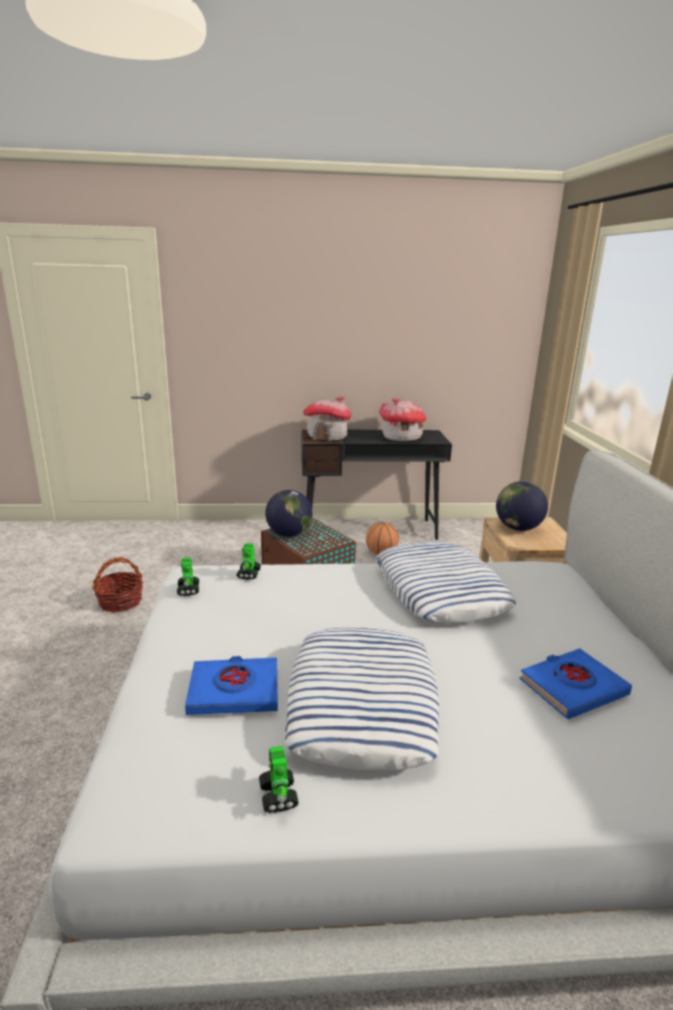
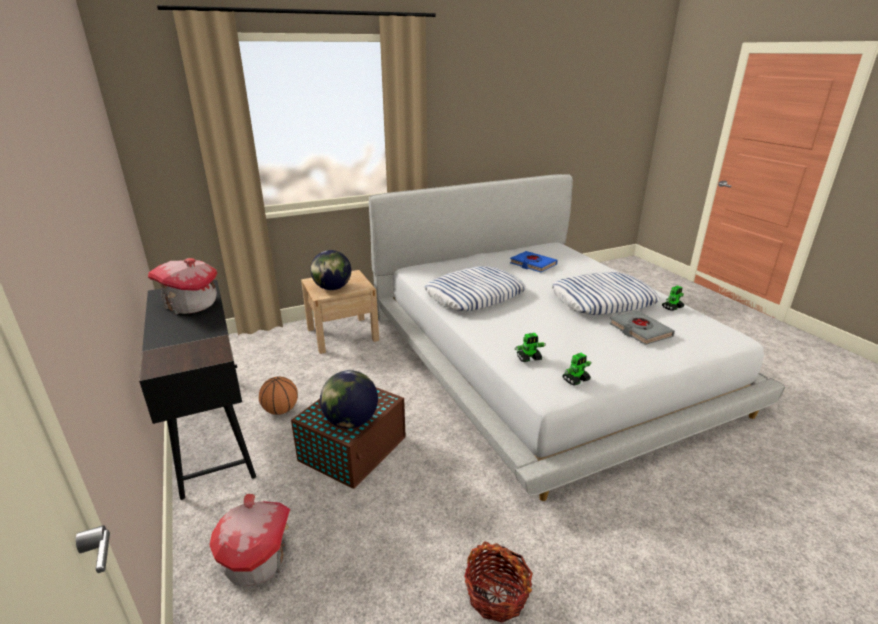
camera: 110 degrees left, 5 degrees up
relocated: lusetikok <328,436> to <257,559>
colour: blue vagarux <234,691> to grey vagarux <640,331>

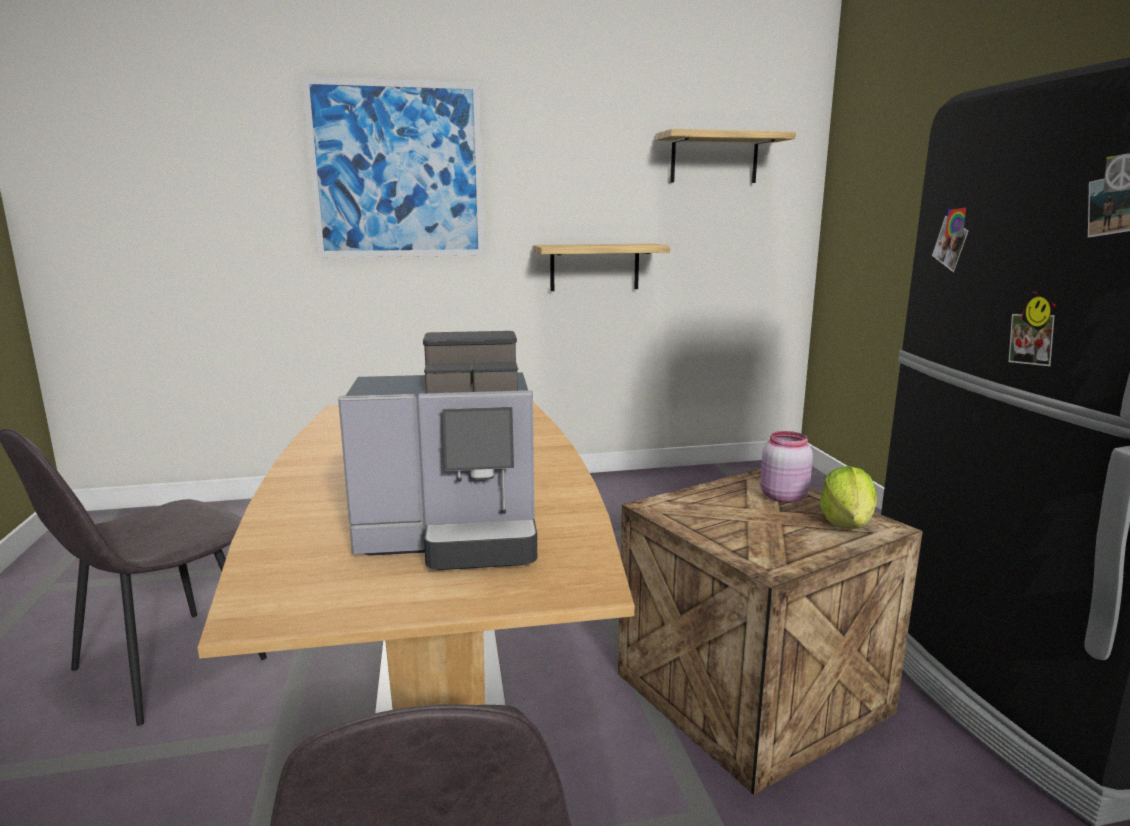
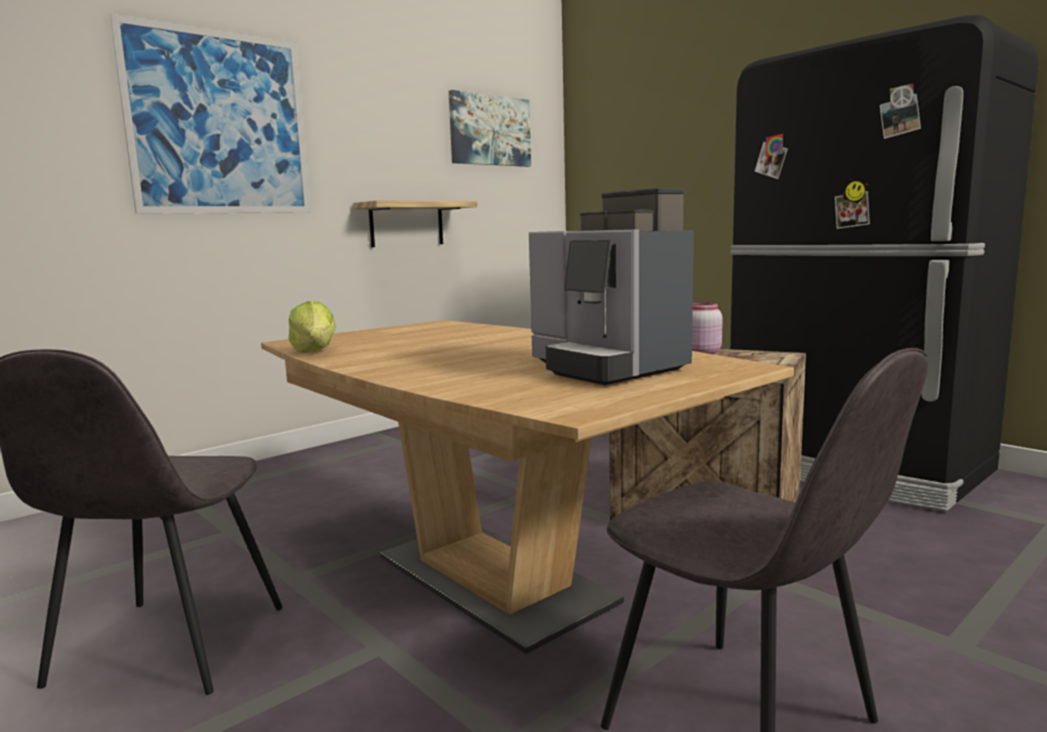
camera: 30 degrees left, 5 degrees down
relocated: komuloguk <847,523> to <314,351>
exchanged: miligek <714,158> to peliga <490,130>
spun: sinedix <454,538> = <606,368> 90 degrees clockwise

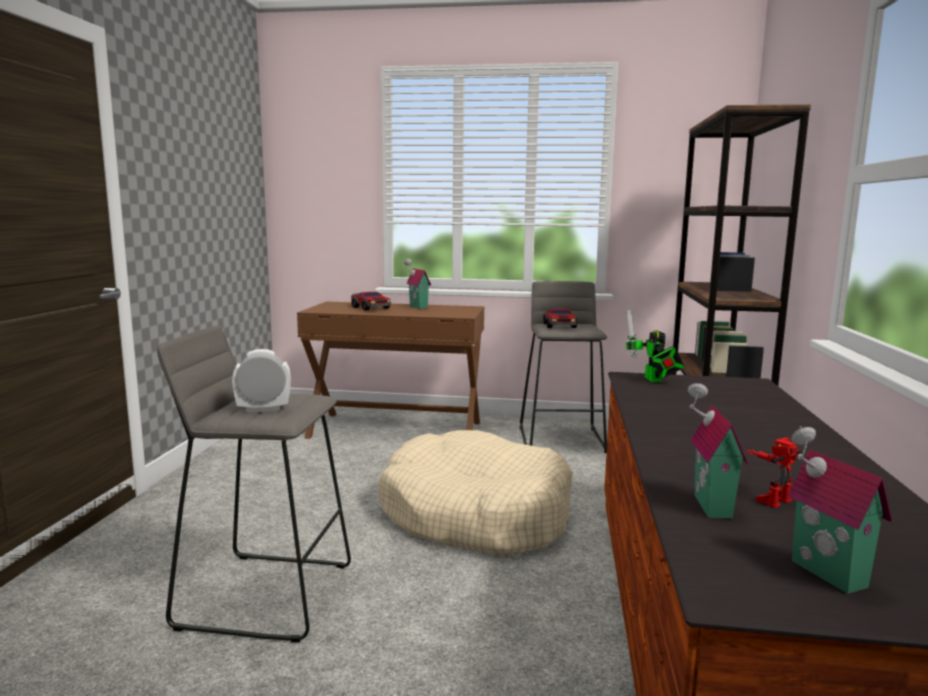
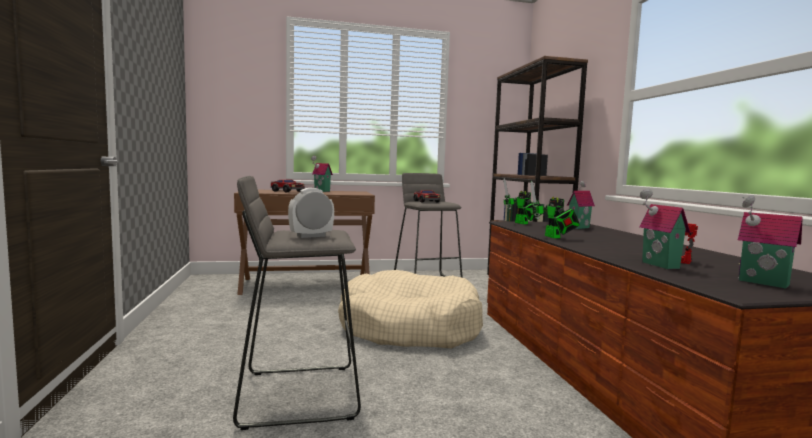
camera: 20 degrees left, 5 degrees down
appeared: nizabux <554,237>; lusetikok <577,227>

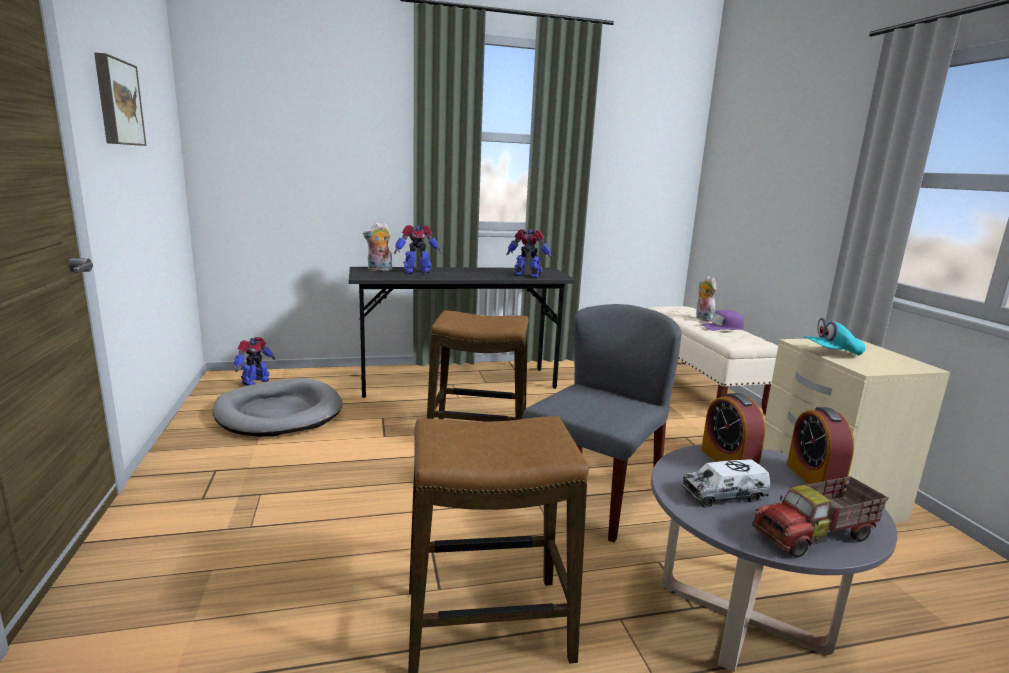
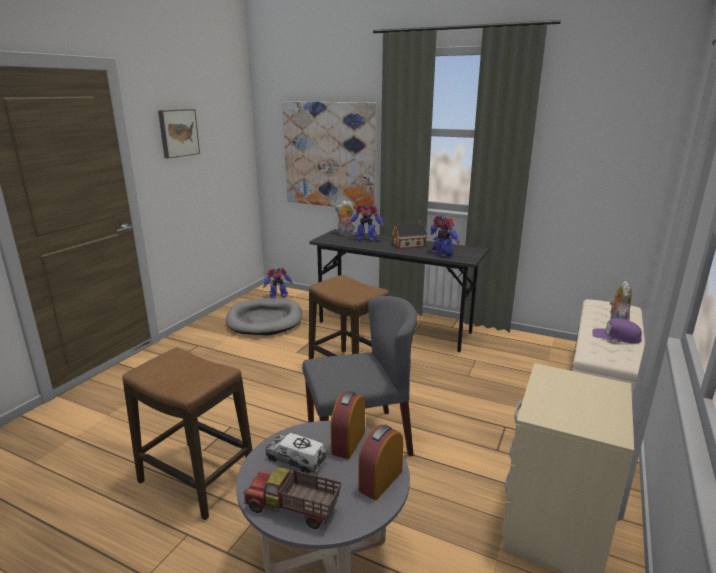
camera: 40 degrees right, 5 degrees up
missing: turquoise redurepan <831,353>
appeared: peliga <329,155>; lusetikok <410,245>

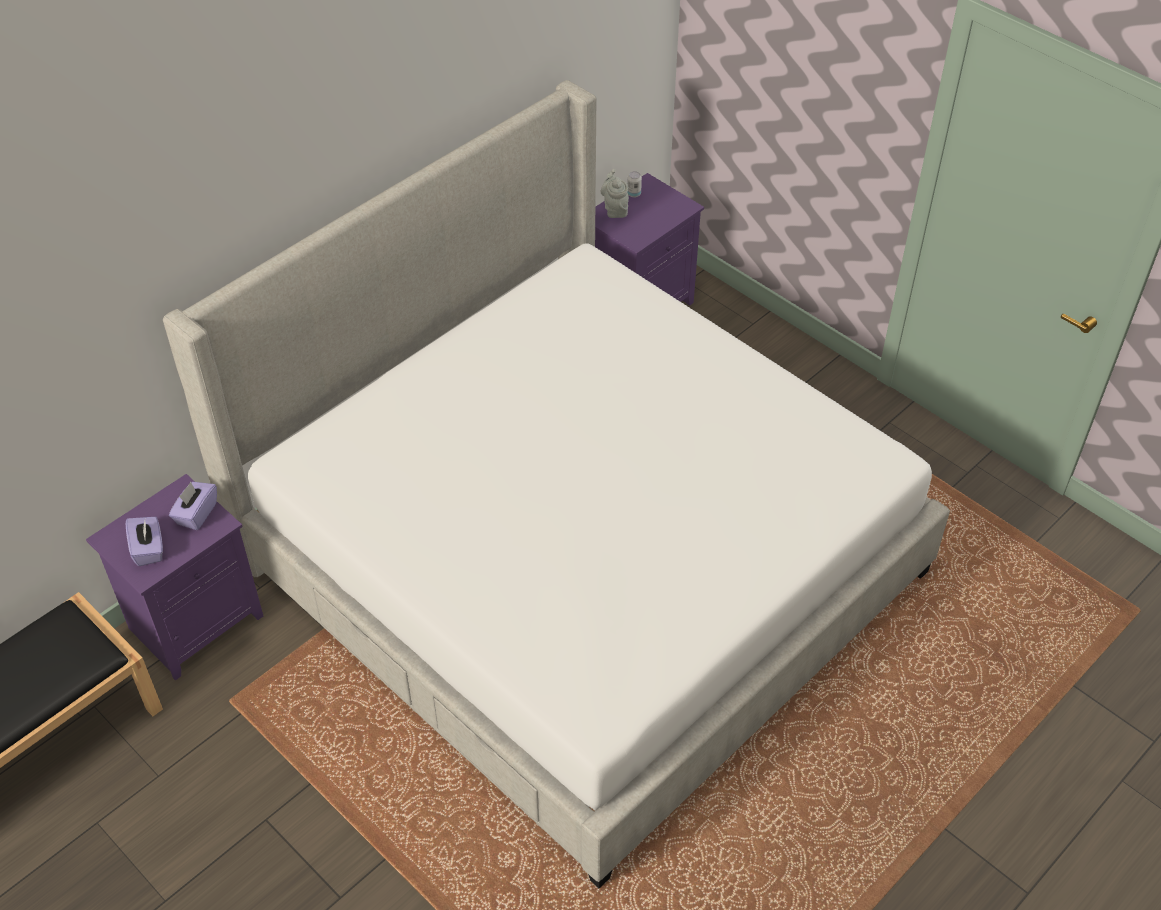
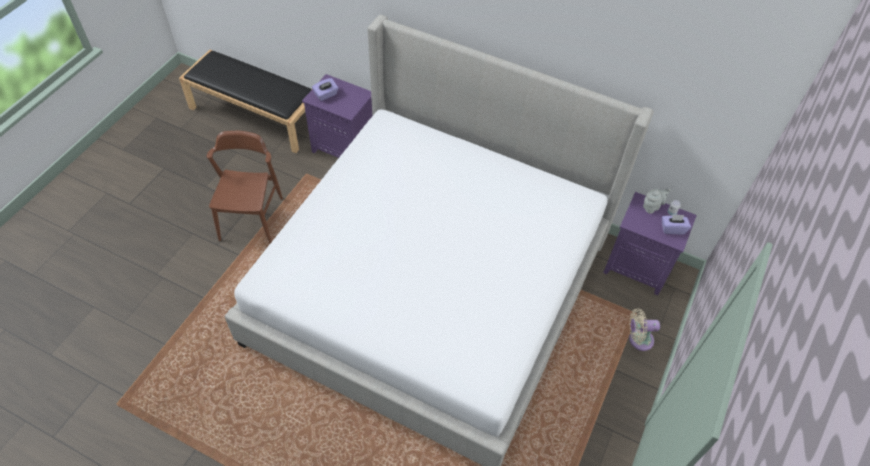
camera: 70 degrees right, 5 degrees up
appeared: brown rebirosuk <251,218>; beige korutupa <638,339>
relocated: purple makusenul <196,514> to <672,229>

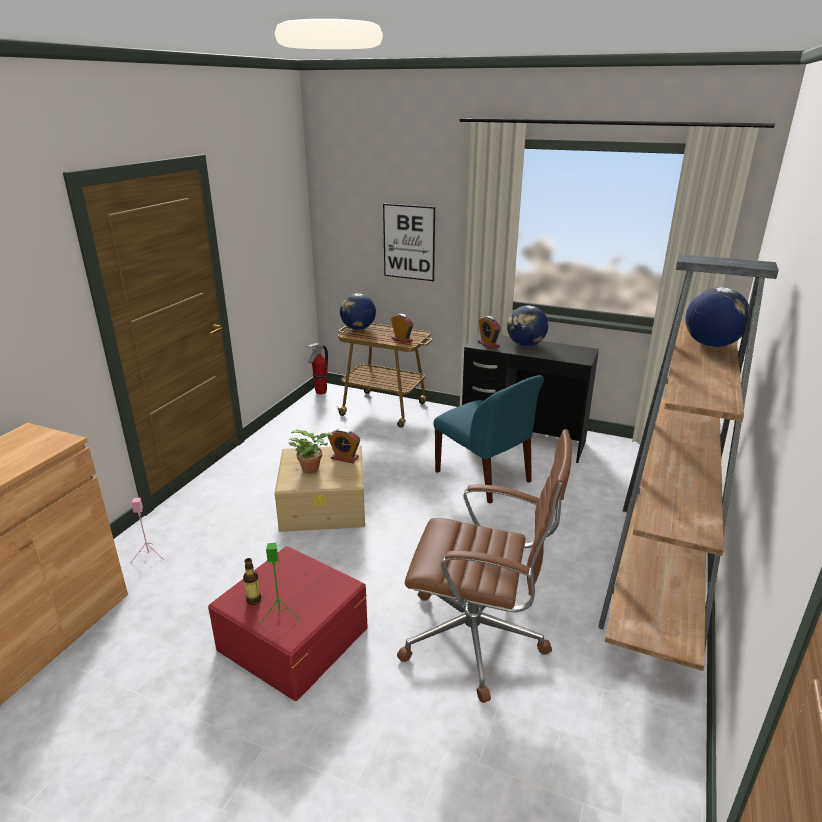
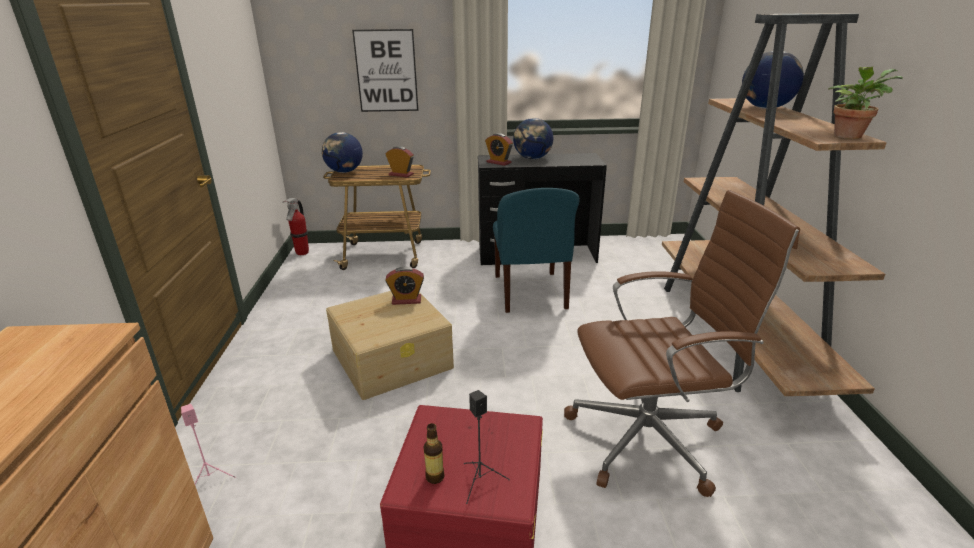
camera: 25 degrees left, 0 degrees up
relocated: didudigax <313,468> to <849,135>
colour: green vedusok <280,614> to black vedusok <480,481>
spun: blue rebirosuk <484,477> = <530,293> 60 degrees clockwise

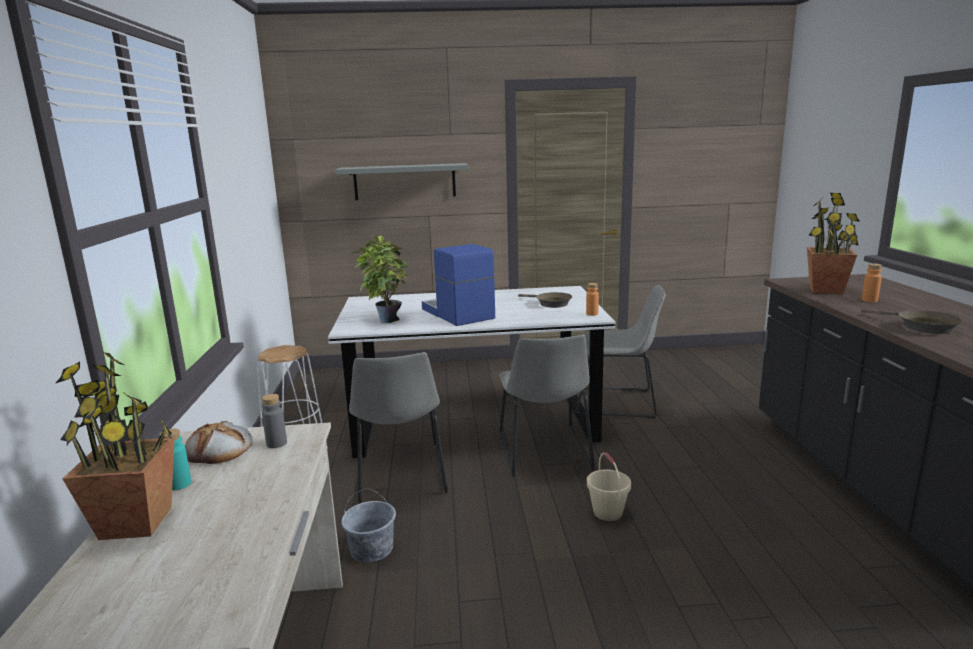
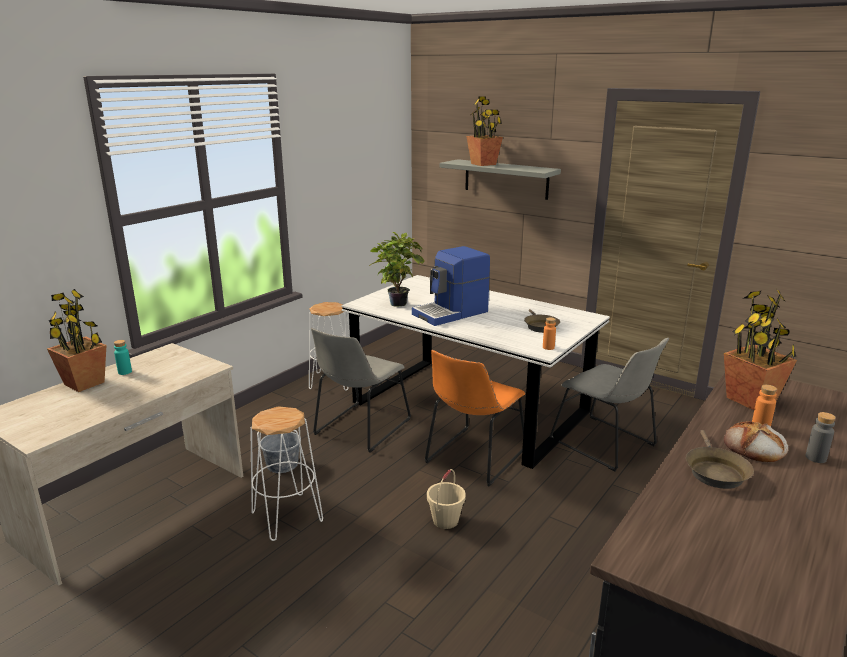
camera: 40 degrees right, 5 degrees up
appeared: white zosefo <286,517>; didudigax <483,164>
relocated: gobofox <219,450> to <755,447>; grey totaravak <276,443> to <815,458>
colour: grey rebirosuk <544,454> to orange rebirosuk <474,457>
spun: sinedix <457,314> = <451,313> 135 degrees counterclockwise

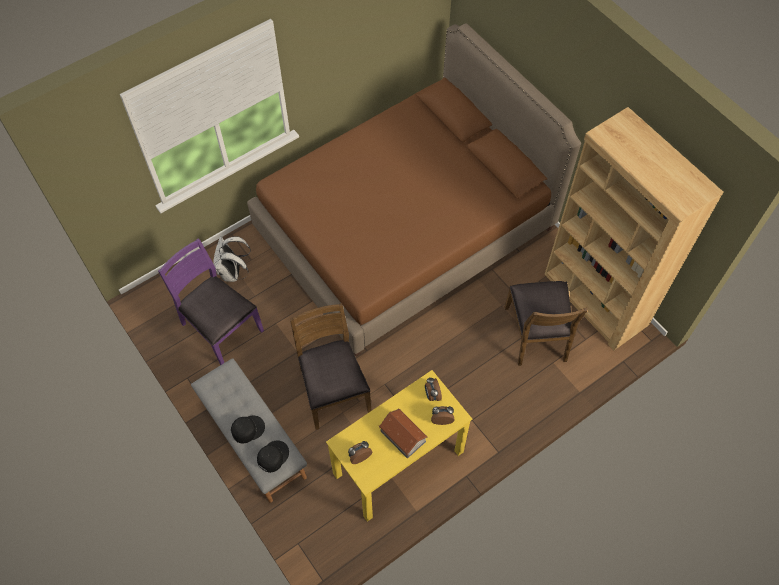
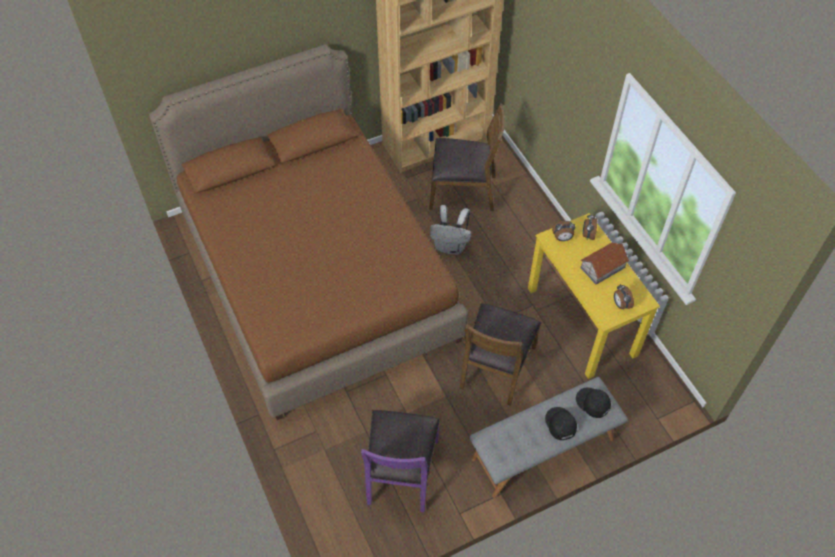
camera: 80 degrees left, 5 degrees down
relocated: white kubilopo <233,273> to <451,246>
spun: purple rebirosuk <220,328> = <401,472> 45 degrees counterclockwise; brown rebirosuk <333,389> = <496,367> 60 degrees counterclockwise

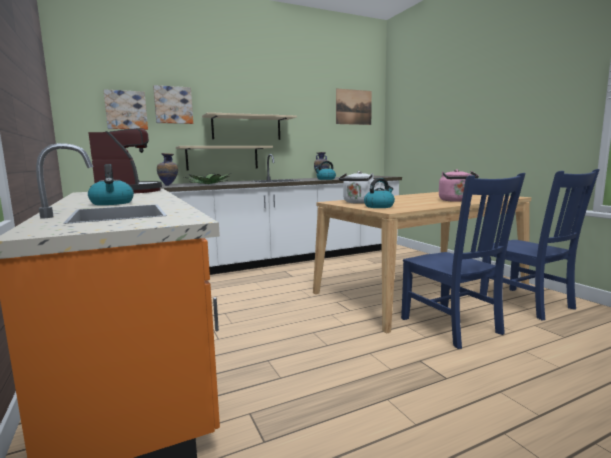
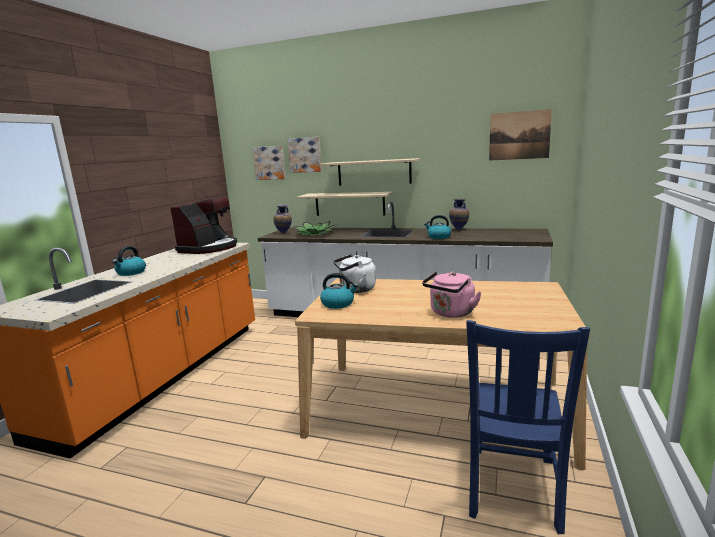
camera: 45 degrees right, 5 degrees up
missing: blue rebirosuk <452,327>

